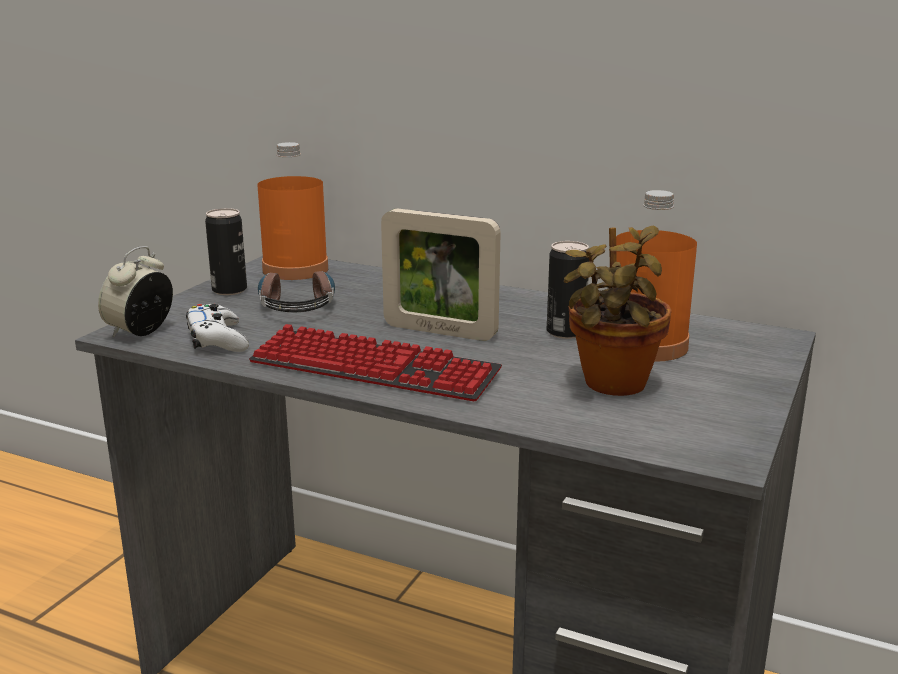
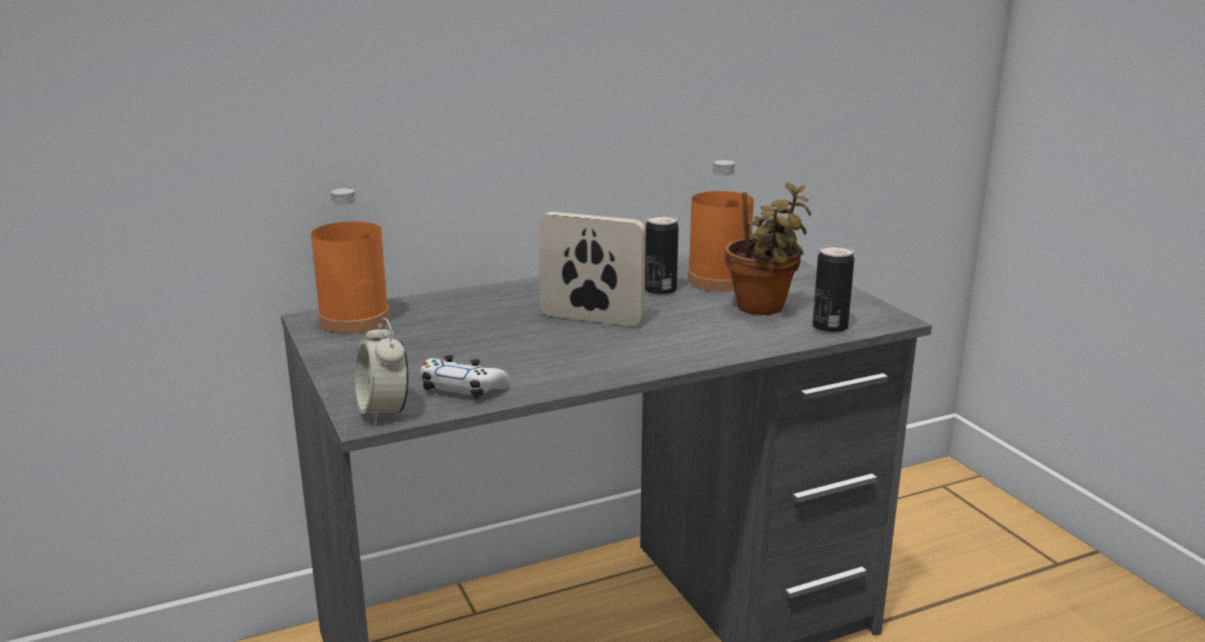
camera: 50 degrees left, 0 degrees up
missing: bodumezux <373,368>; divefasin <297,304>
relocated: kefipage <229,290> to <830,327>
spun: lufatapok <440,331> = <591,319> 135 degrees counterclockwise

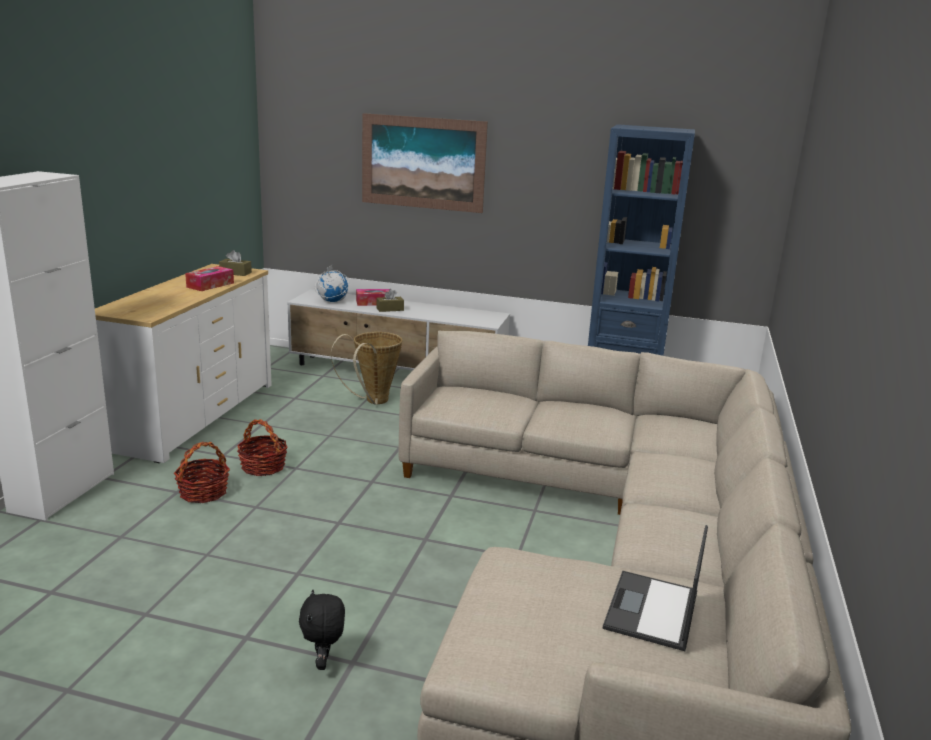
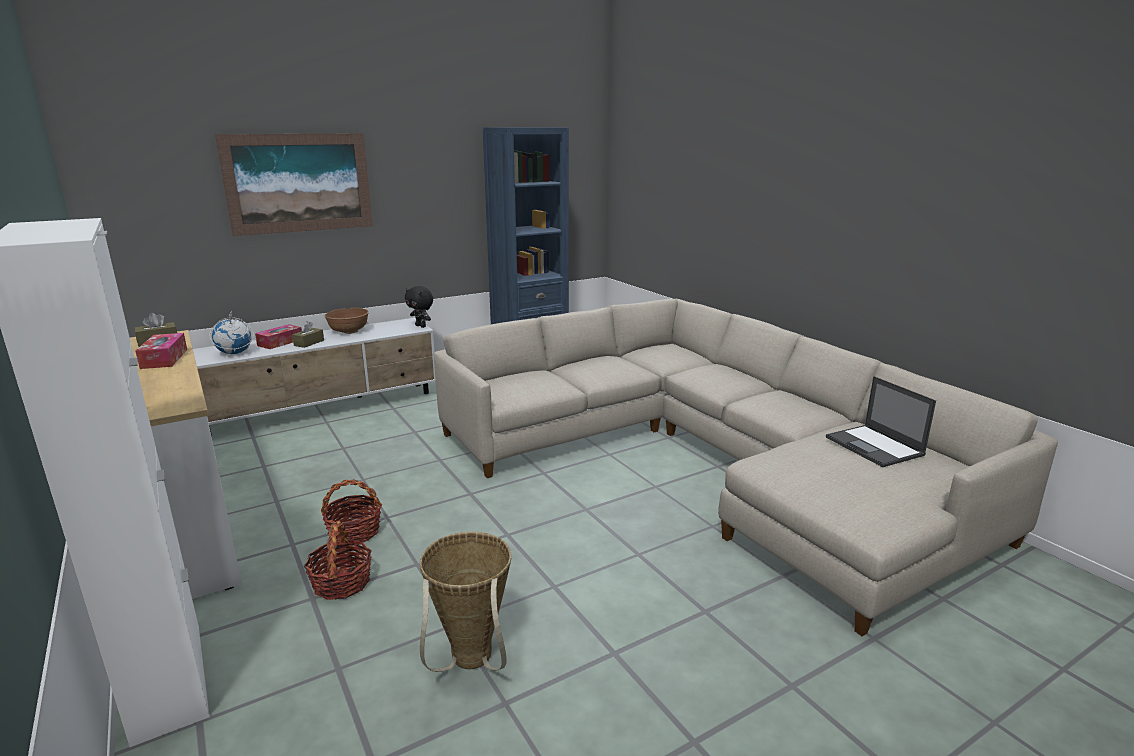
camera: 45 degrees left, 0 degrees up
appeared: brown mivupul <348,331>
relocated: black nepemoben <324,663> to <421,326>; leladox <372,402> to <470,664>

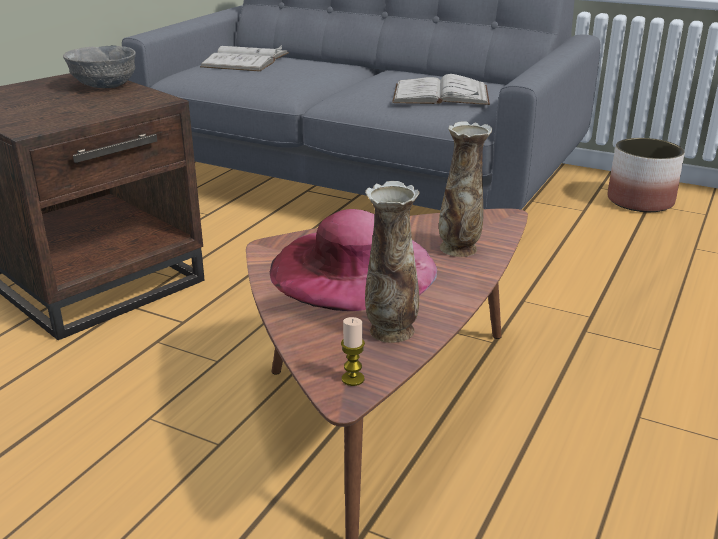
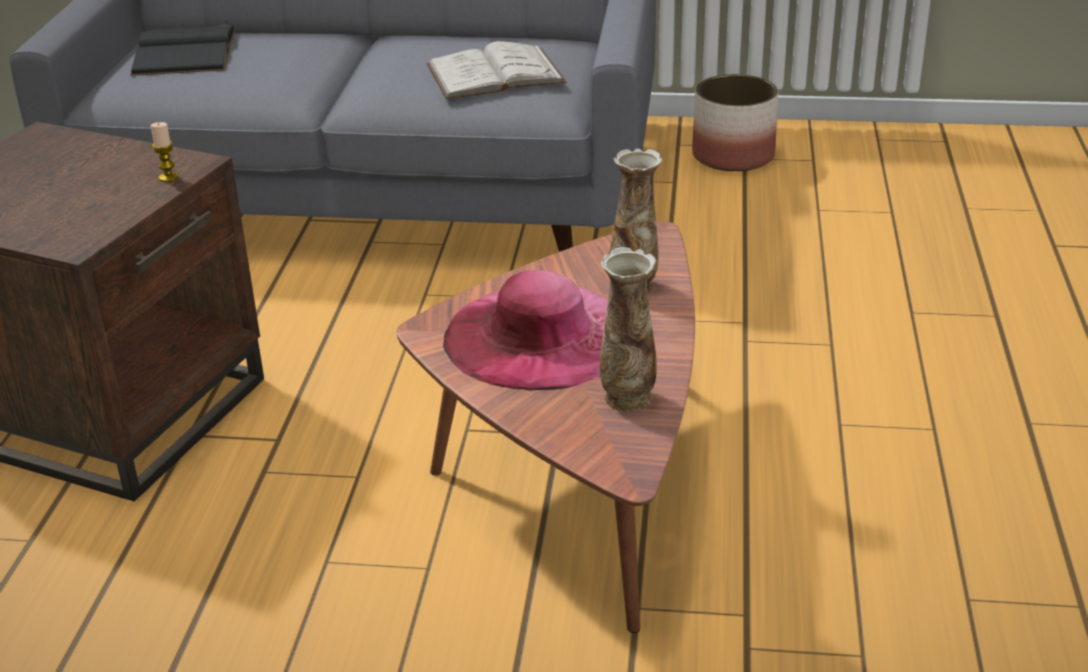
camera: 20 degrees left, 5 degrees up
missing: grey mivupul <104,85>
relocated: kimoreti <353,379> to <168,177>
colour: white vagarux <245,60> to black vagarux <185,51>

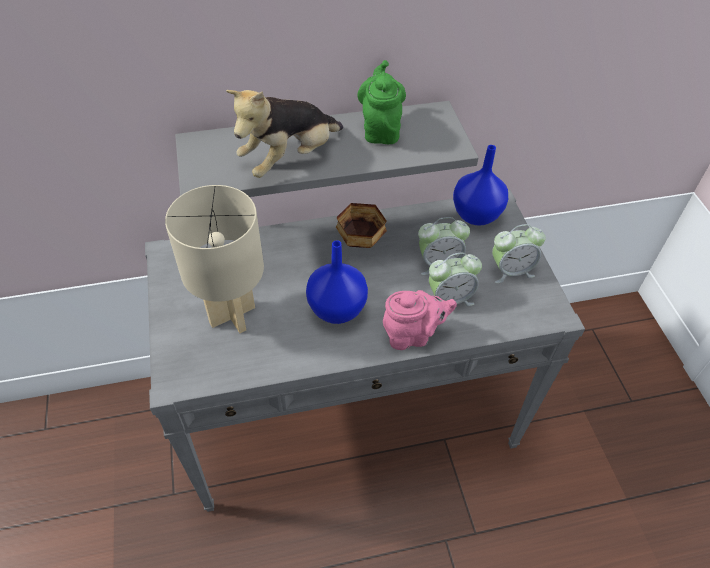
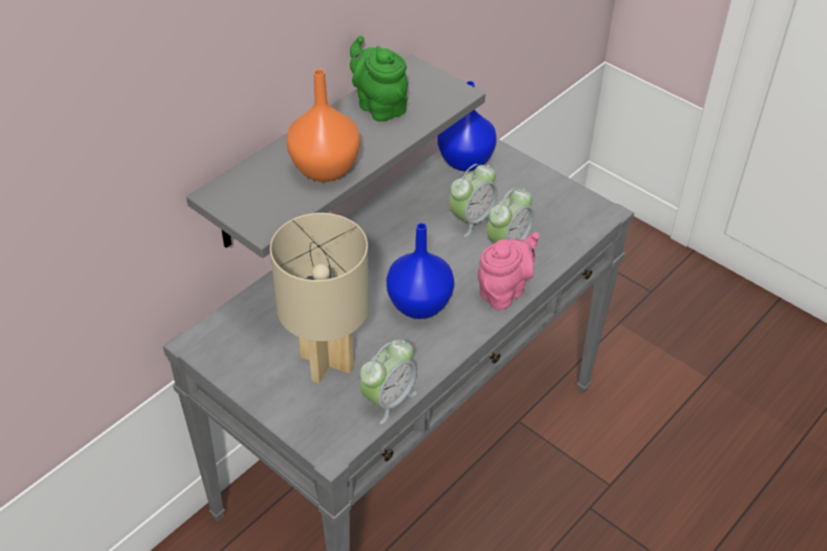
camera: 35 degrees left, 5 degrees down
missing: mivupul <361,241>
relocated: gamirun <510,271> to <388,400>
exchanged: nepemoben <289,159> to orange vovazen <325,168>

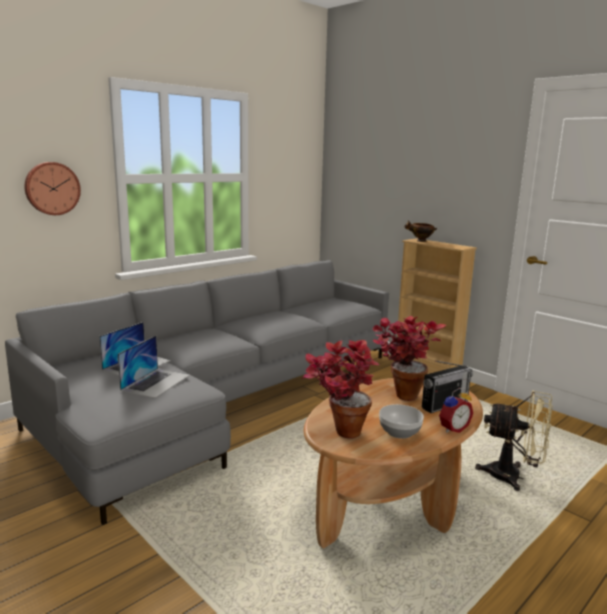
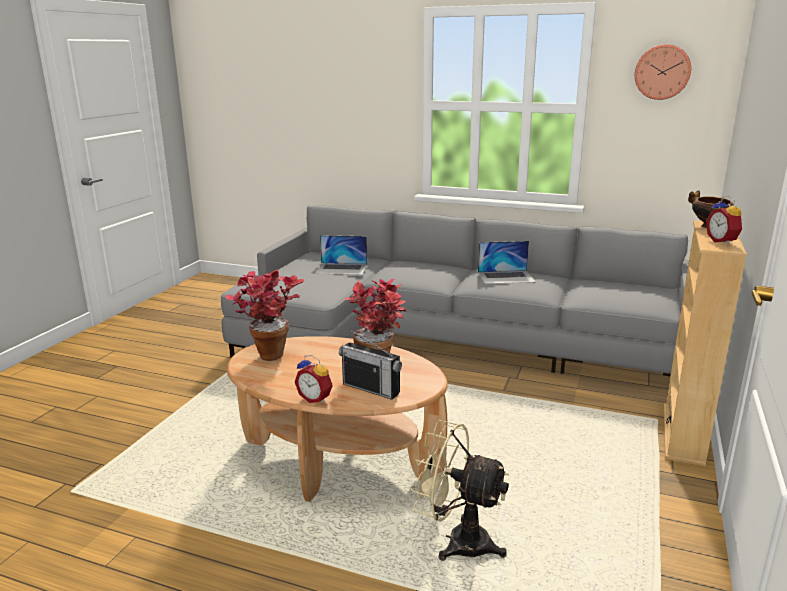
camera: 65 degrees right, 5 degrees up
missing: mivupul <399,432>
appeared: gamirun <723,241>
relocated: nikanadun <52,188> to <662,72>; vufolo <156,382> to <506,277>
spun: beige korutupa <513,477> = <457,541> 120 degrees clockwise

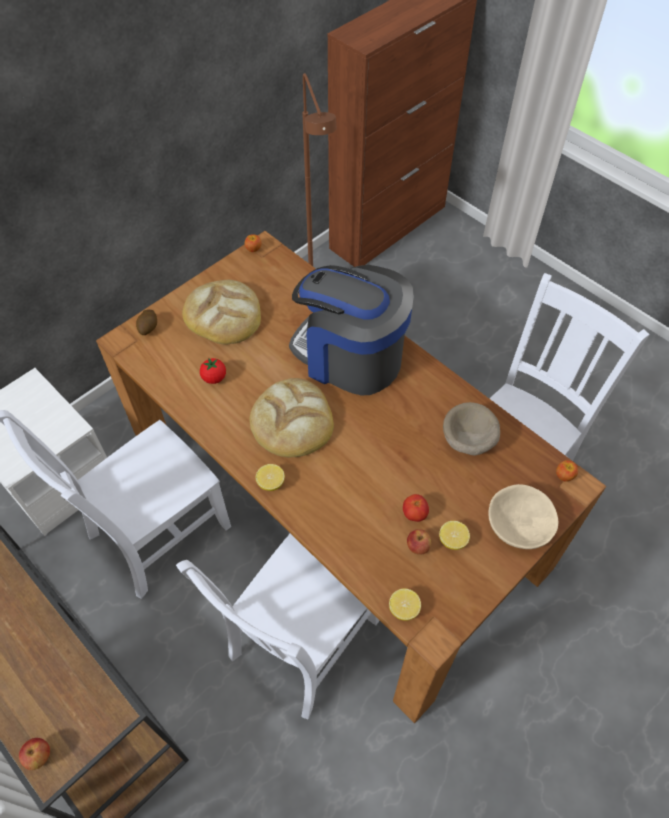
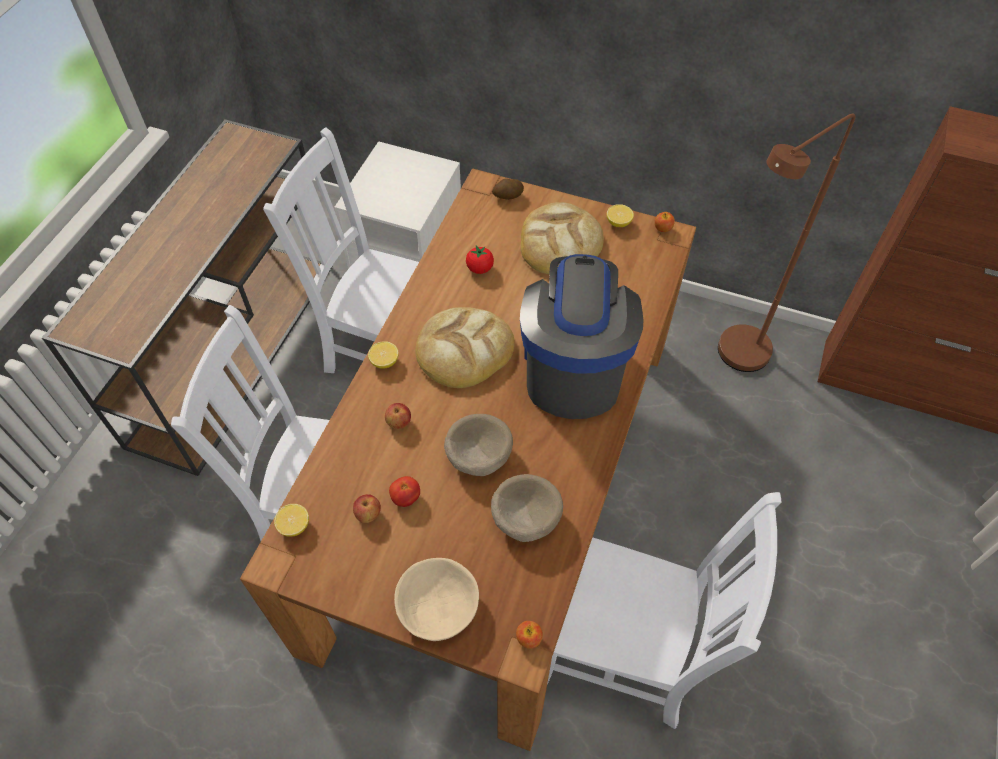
camera: 65 degrees right, 0 degrees up
appeared: beige mivupul <477,456>
relocated: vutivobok <39,756> to <399,422>; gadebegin <452,540> to <618,223>

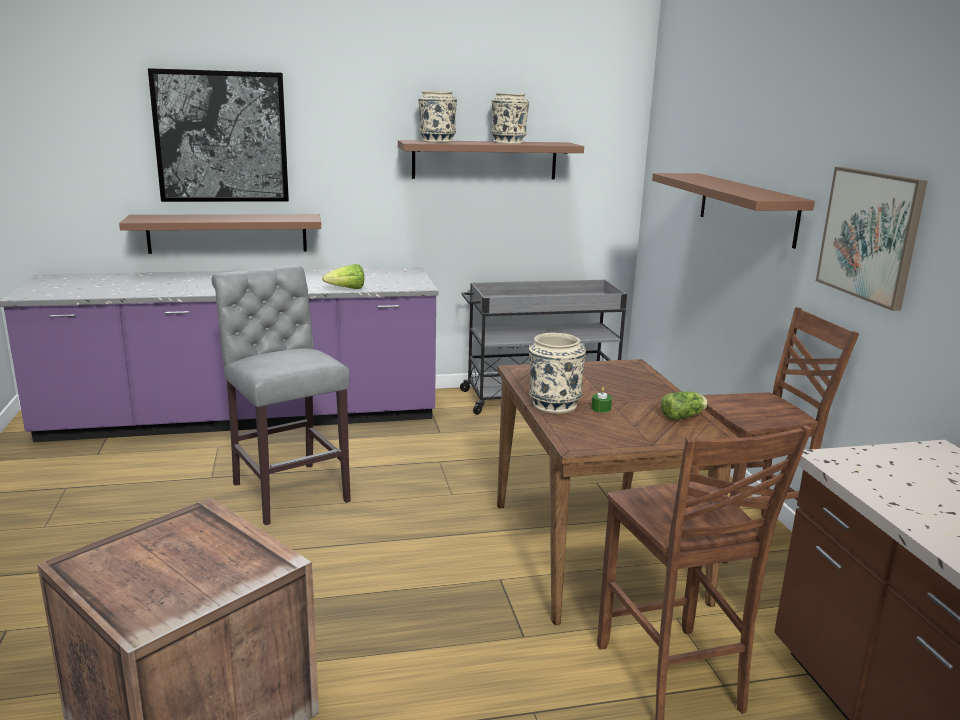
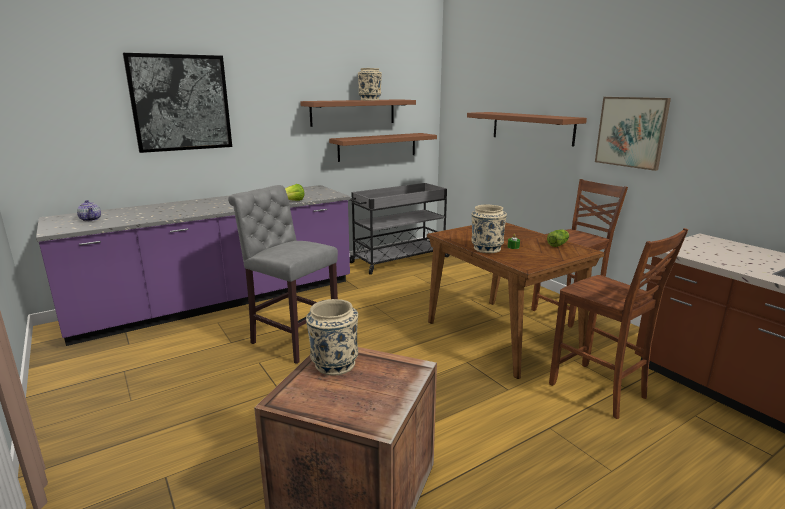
camera: 20 degrees left, 0 degrees up
appeared: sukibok <90,219>
relocated: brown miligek <227,233> to <377,146>; beige vovazen <436,141> to <334,365>

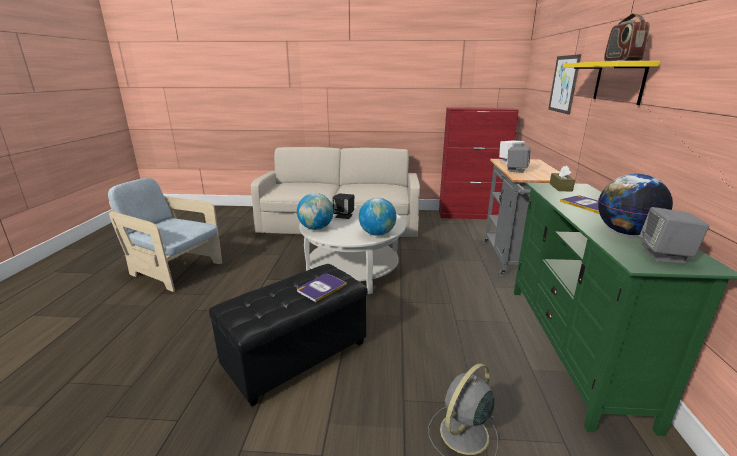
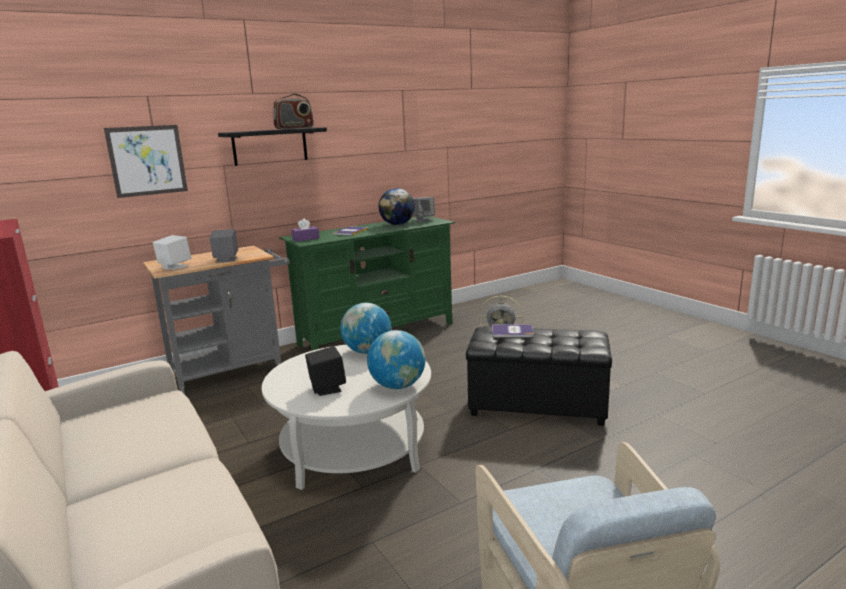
camera: 125 degrees left, 5 degrees down
colour: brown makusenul <560,187> to purple makusenul <306,239>; yellow miligek <619,82> to black miligek <270,146>

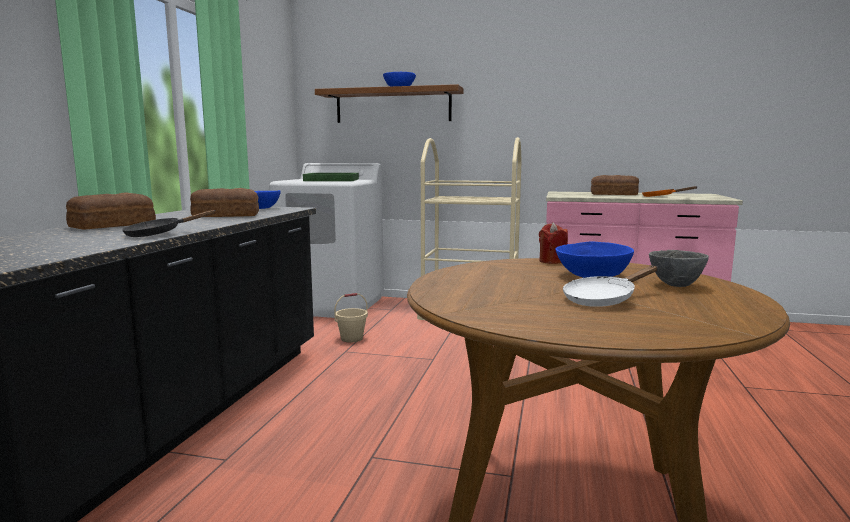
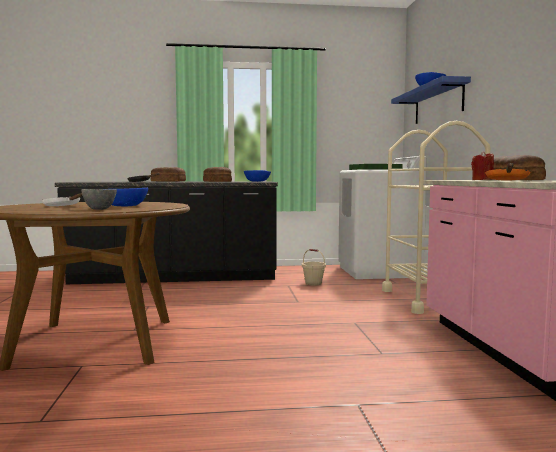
camera: 70 degrees right, 5 degrees down
relocated: red kimoreti <552,261> to <482,180>
colour: brown miligek <393,106> to blue miligek <438,103>

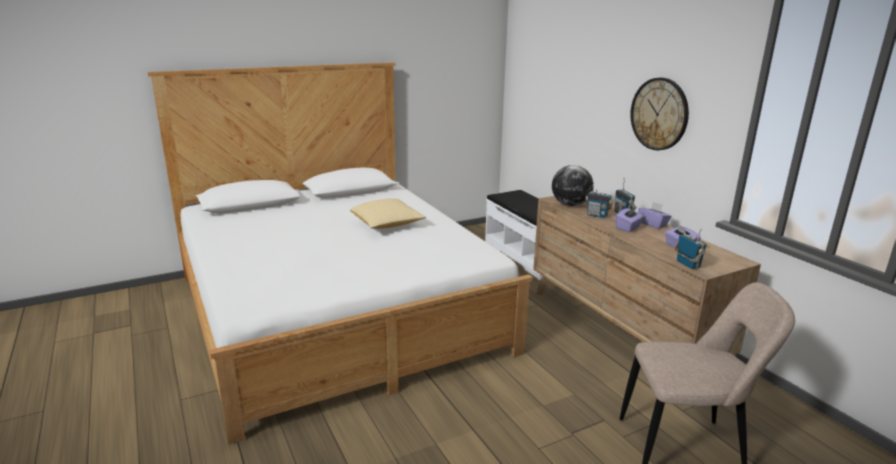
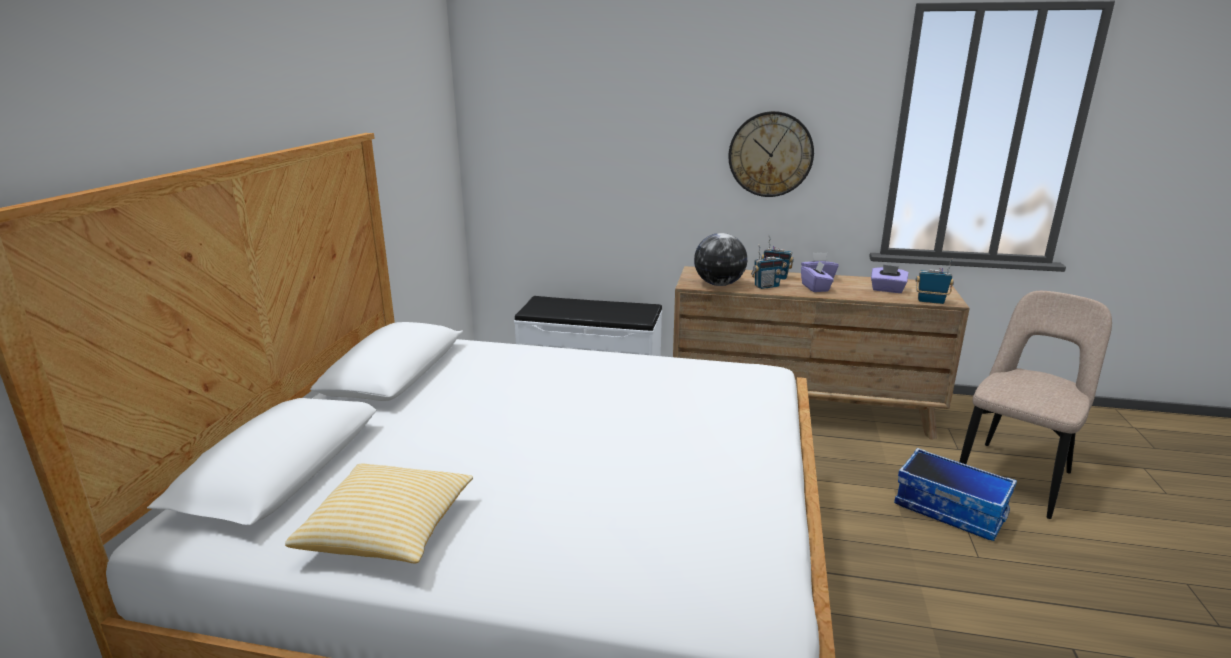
camera: 50 degrees left, 0 degrees up
appeared: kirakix <950,510>
relocated: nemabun <387,225> to <388,532>

